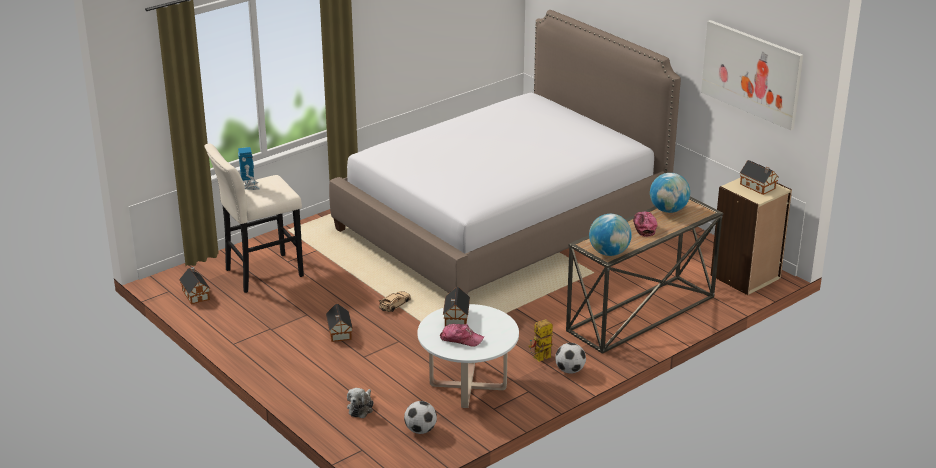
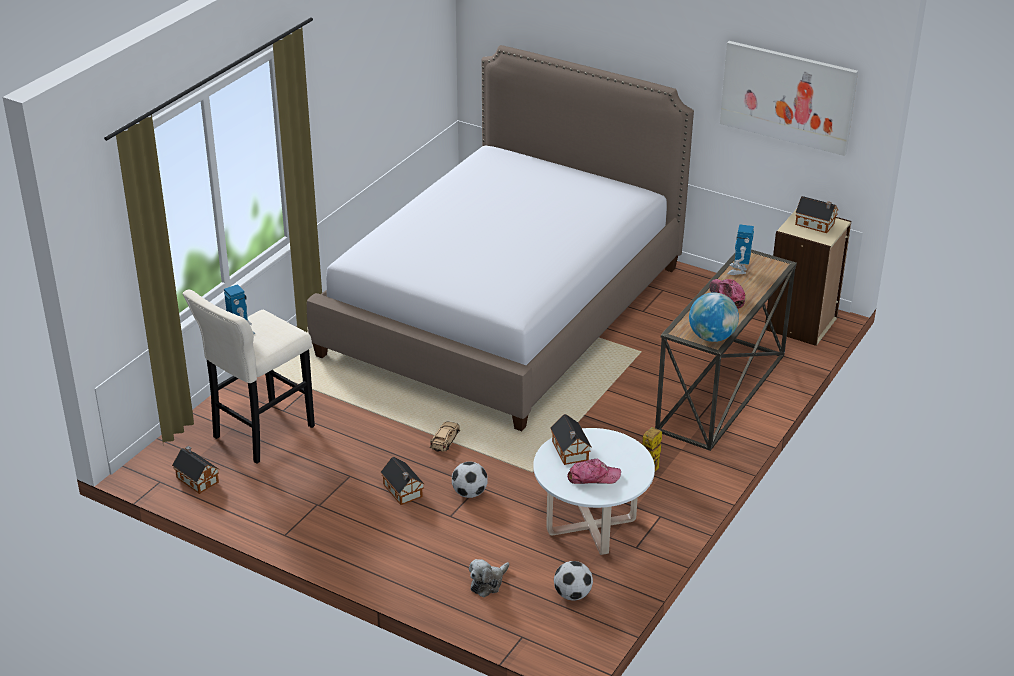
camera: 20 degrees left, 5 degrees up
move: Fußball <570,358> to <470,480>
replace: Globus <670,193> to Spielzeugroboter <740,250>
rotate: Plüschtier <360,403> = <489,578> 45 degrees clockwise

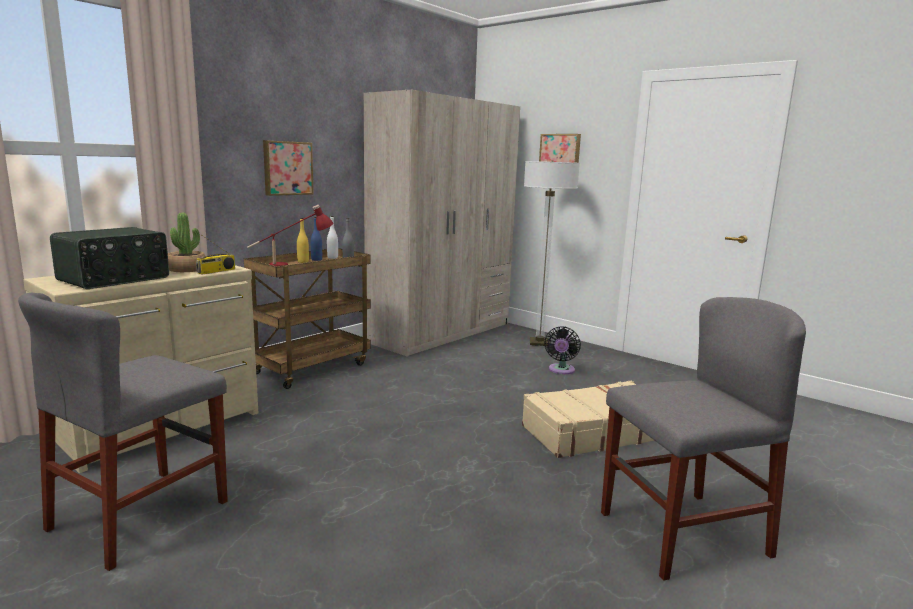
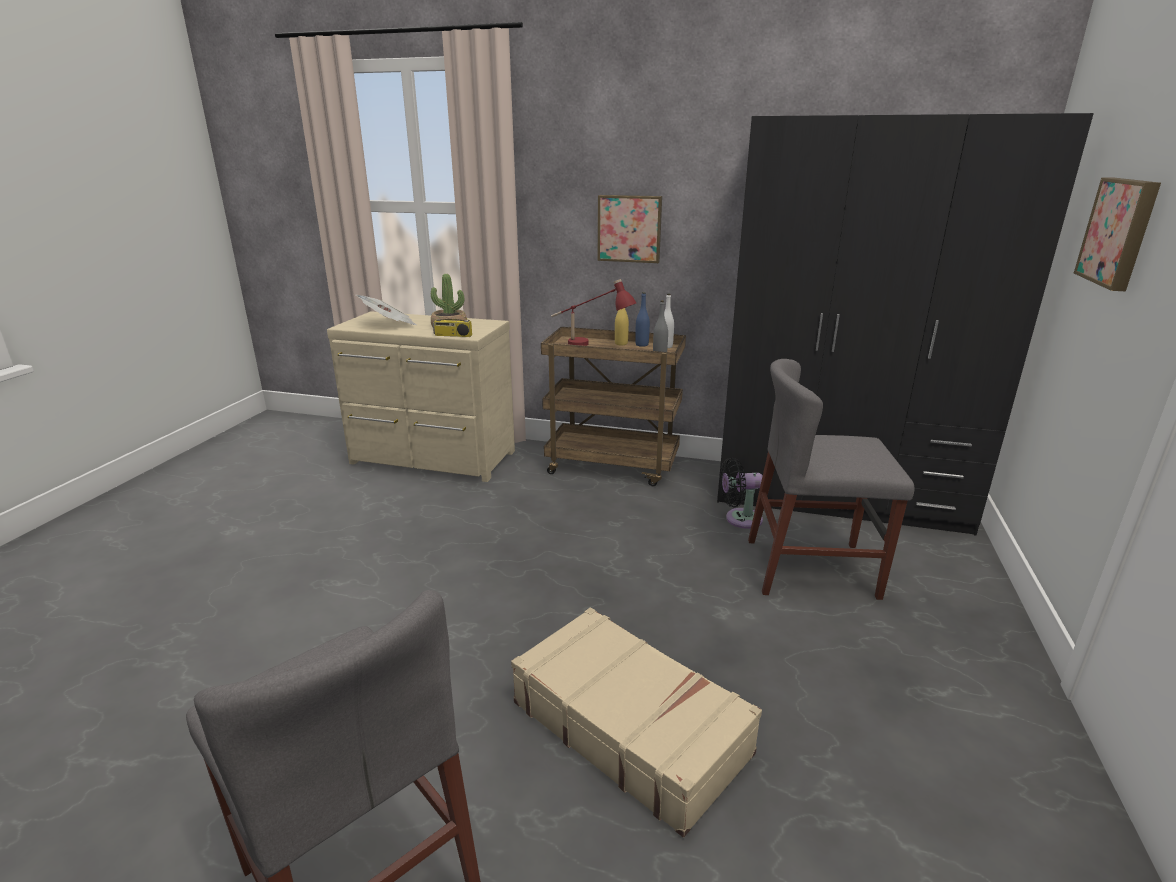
camera: 65 degrees right, 10 degrees up
delete: Stehlampe <552,253>
move: Stuhl [grau] <123,432> to <831,479>; Ventilator [schwarz] <562,350> to <741,493>
replace: Radio <109,258> to Zeitung <386,310>
recolor: Kleiderschrank [beige] <442,223> to Kleiderschrank [schwarz] <905,324>

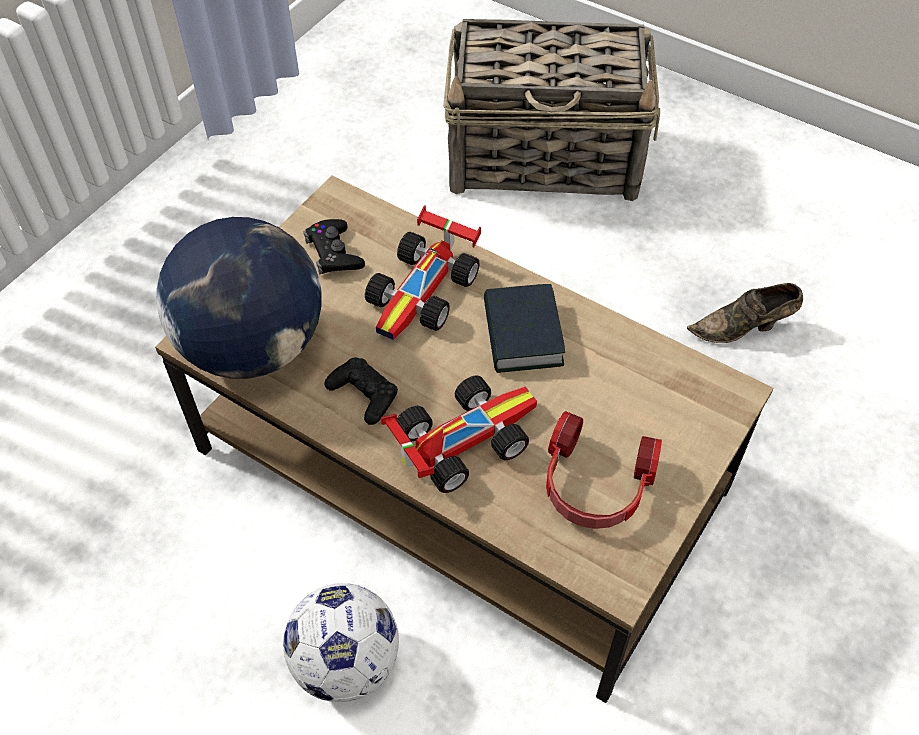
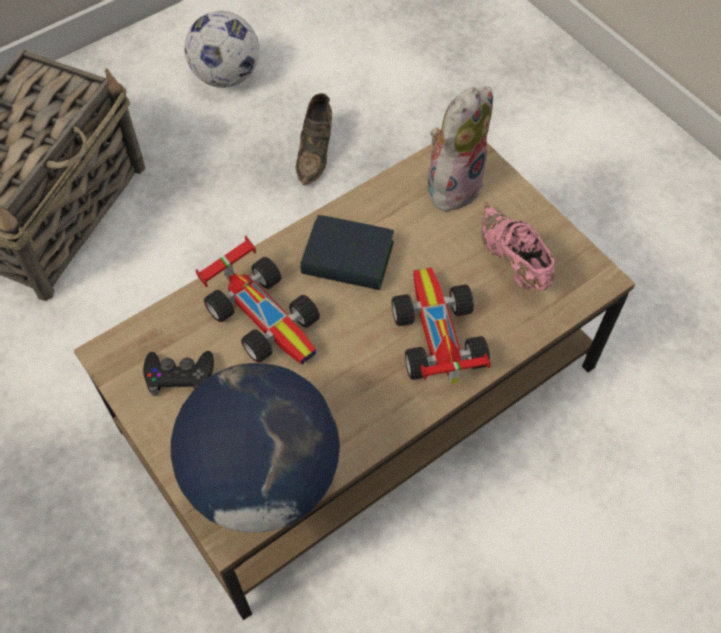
camera: 70 degrees left, 5 degrees up
delete: Gamepad [schwarz] <361,391>
insert: Plüschtier <458,149>
move: Fußball <341,642> to <222,49>
replace: Kopfhörer <604,470> to Schuh [rosa] <518,246>

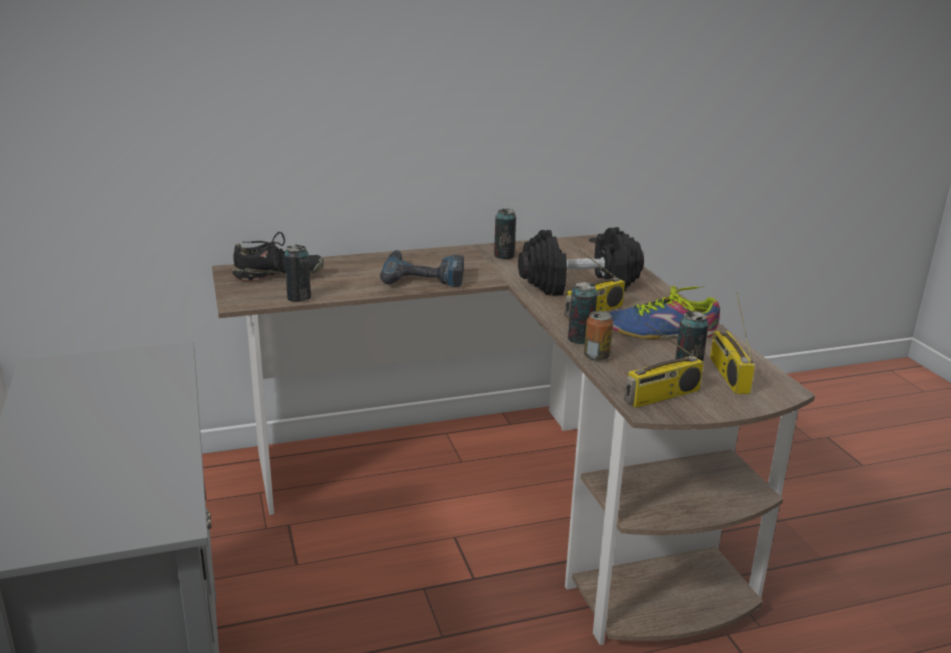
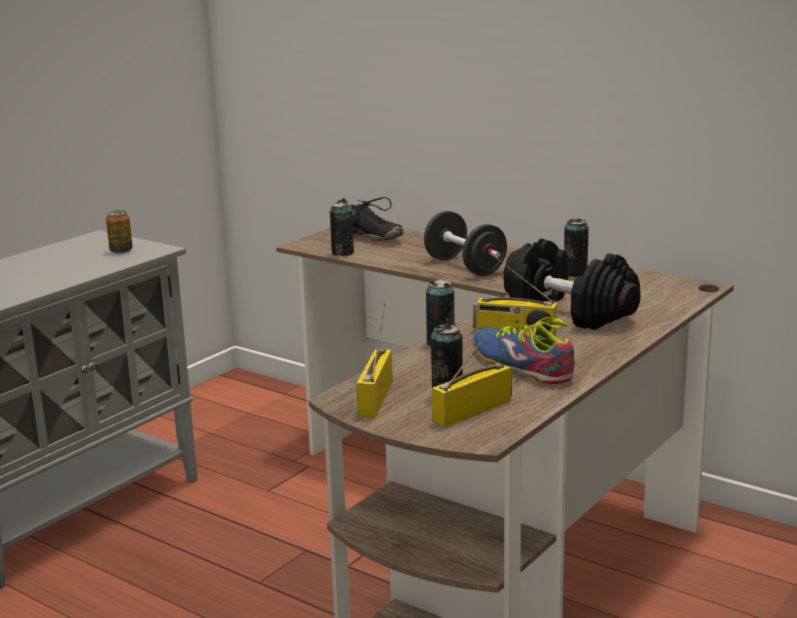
camera: 55 degrees right, 5 degrees down
move: Dose <598,336> to <119,232>
replace: Bohrmaschine <422,268> to Hantel [schwarz] <465,243>
rotate: Radio <664,365> = <375,361> 75 degrees clockwise

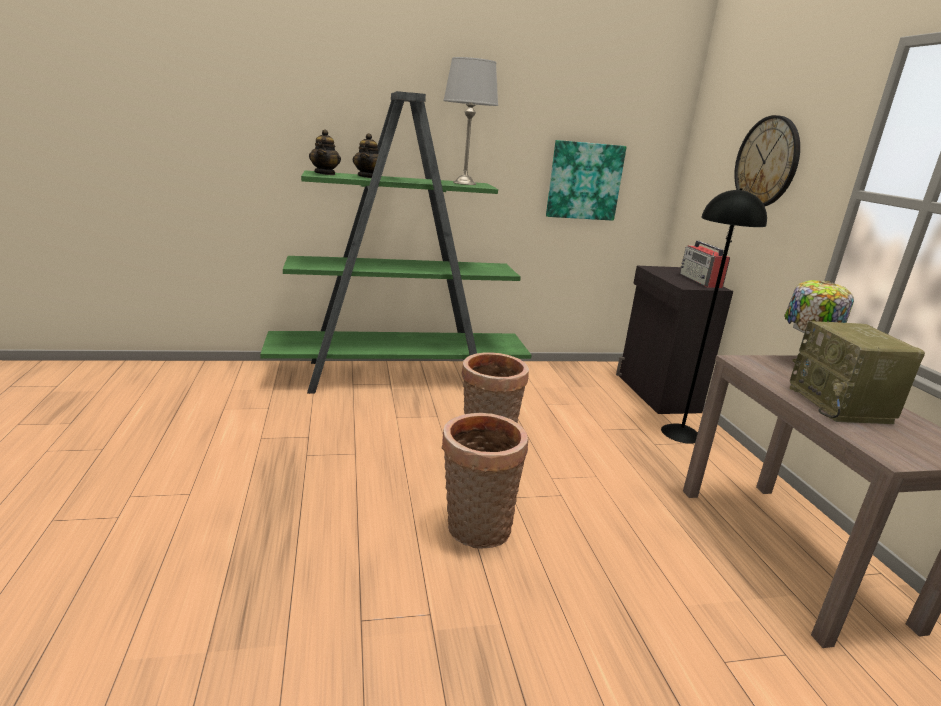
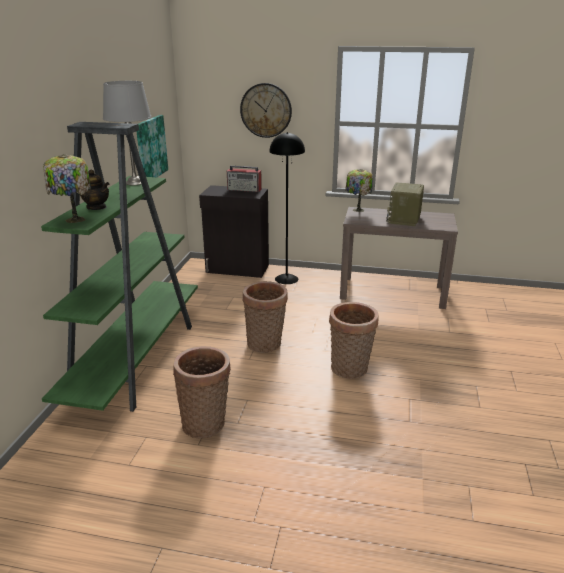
camera: 65 degrees left, 5 degrees up
insert: Korb <202,392>
replace: Teekanne <325,152> to Tischlampe <67,188>
rotate: Radio <857,372> = <405,204> 90 degrees clockwise

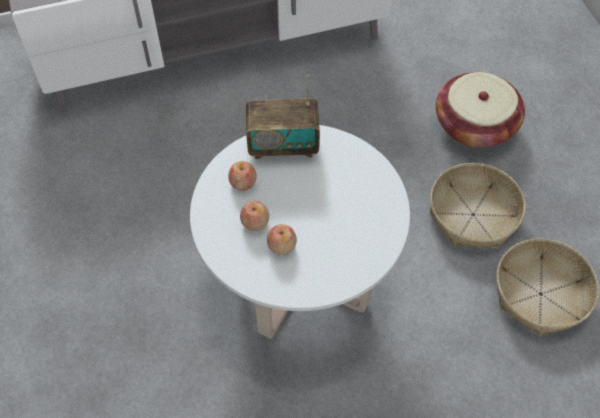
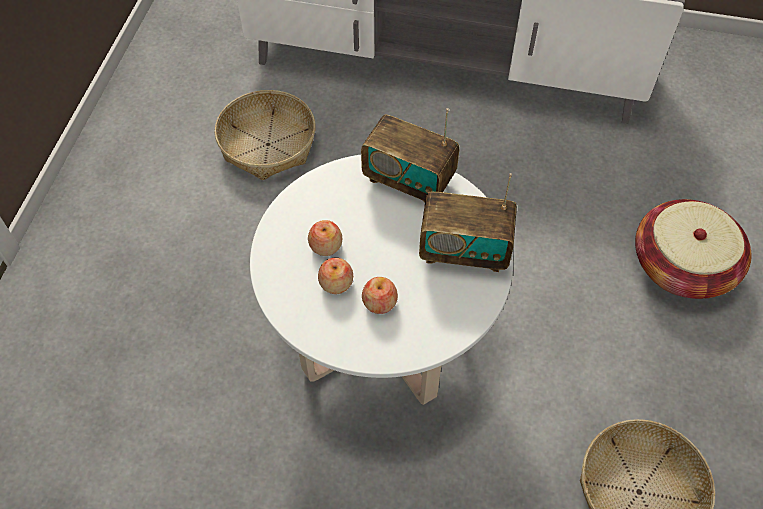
camera: 30 degrees right, 0 degrees up
insert: Radio <468,222>
move: Apfel <242,176> to <380,295>; Korb <477,205> to <265,135>

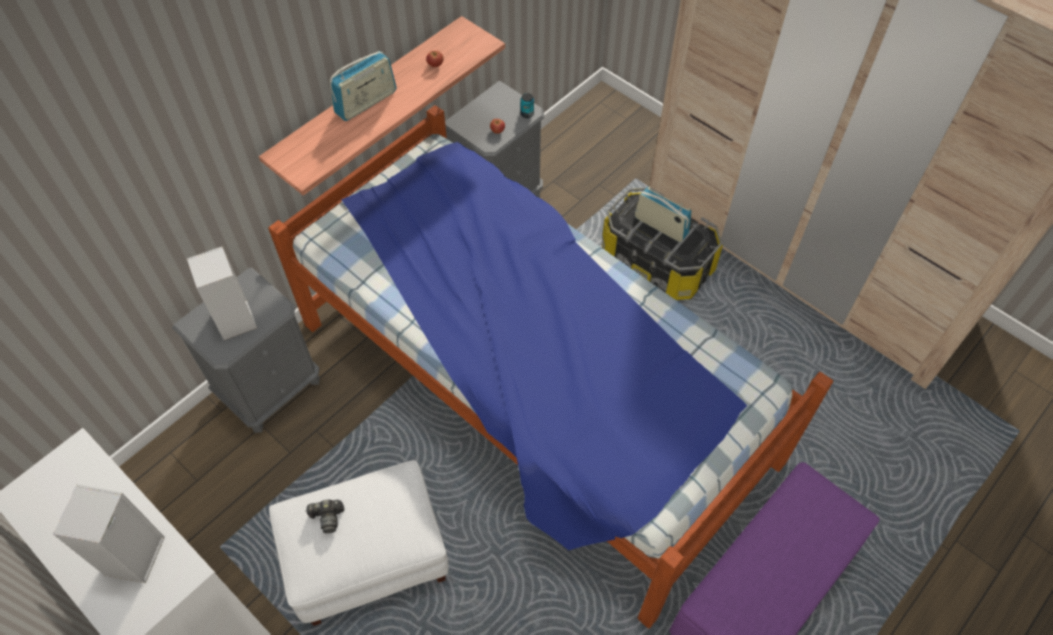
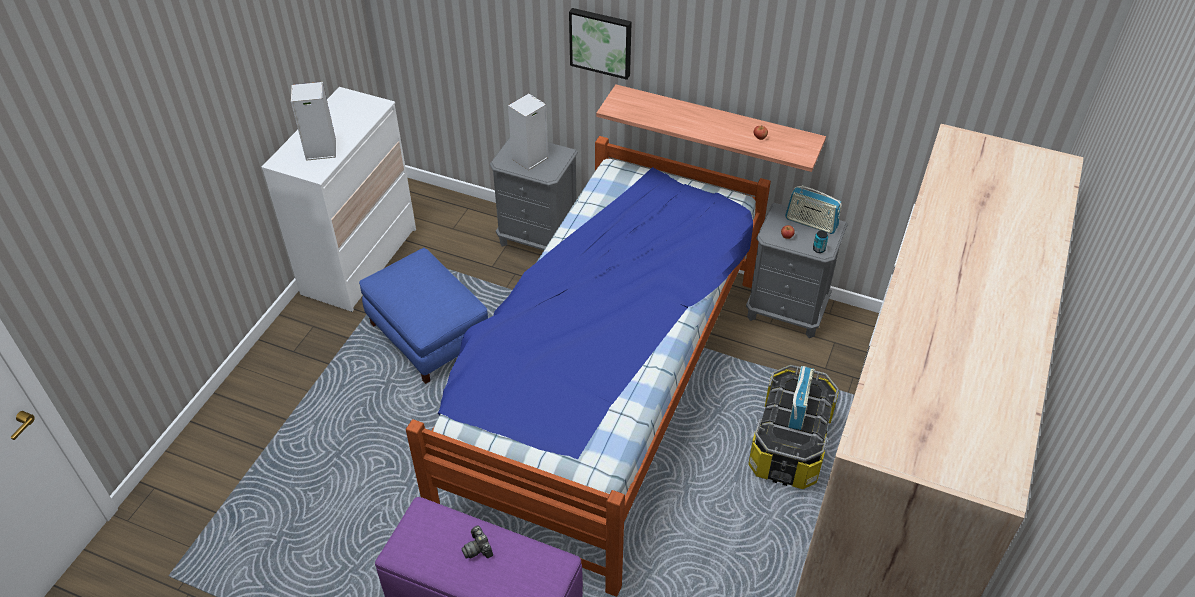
camera: 70 degrees right, 10 degrees down
insert: Bild <600,44>
move: Kamera <325,516> to <477,542>; Radio <363,86> to <813,209>
recolor: Polsterhocker [weiß] <359,543> to Polsterhocker [blau] <423,316>

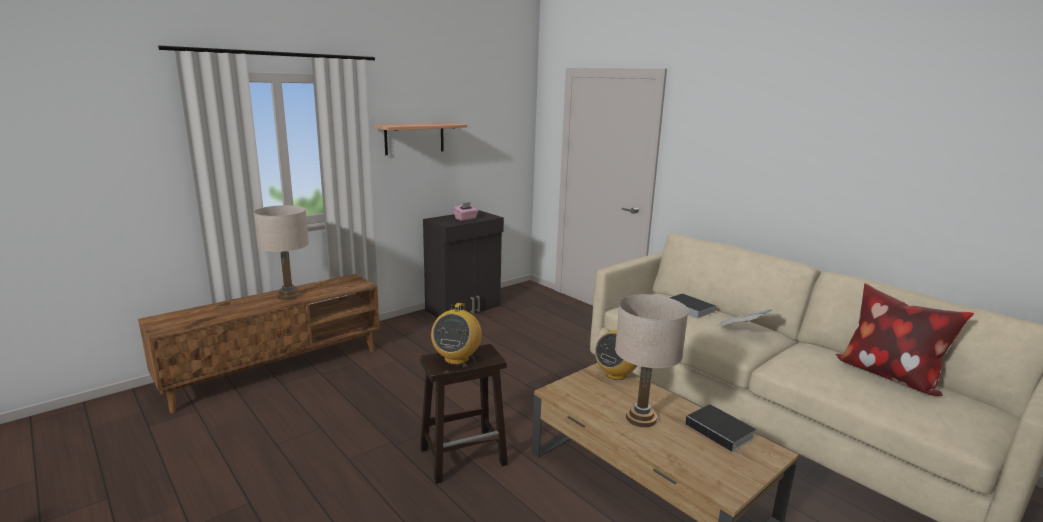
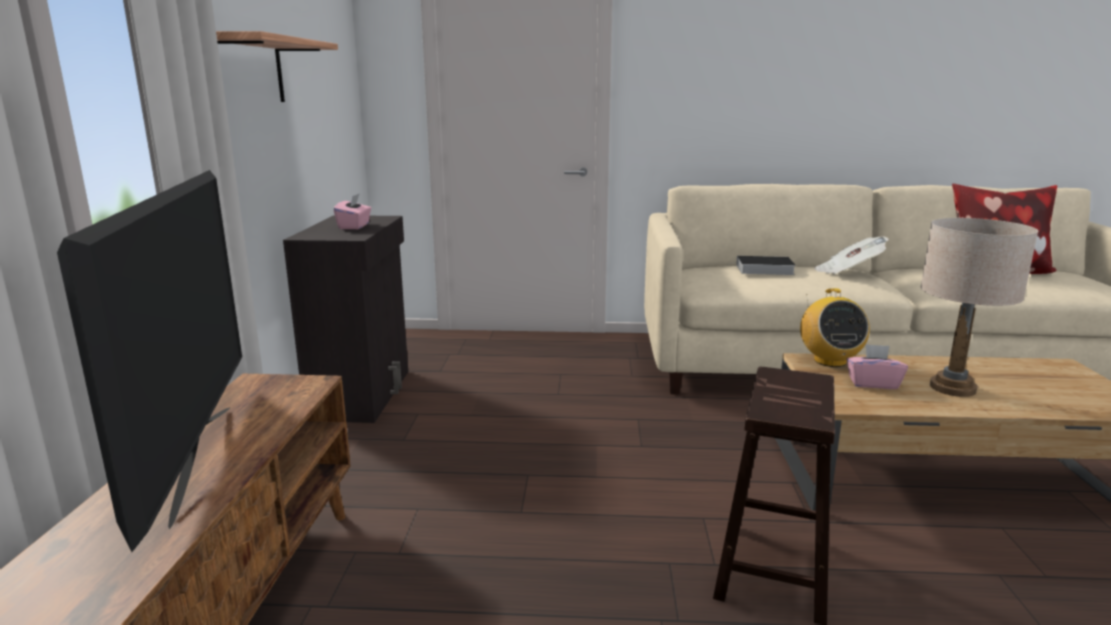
camera: 45 degrees left, 0 degrees up
delete: Radio <456,334>; Buch <720,430>
insert: Taschentuchbox [rosa] <877,366>
replace: Tischlampe [beige] <281,252> to Fernseher <149,361>

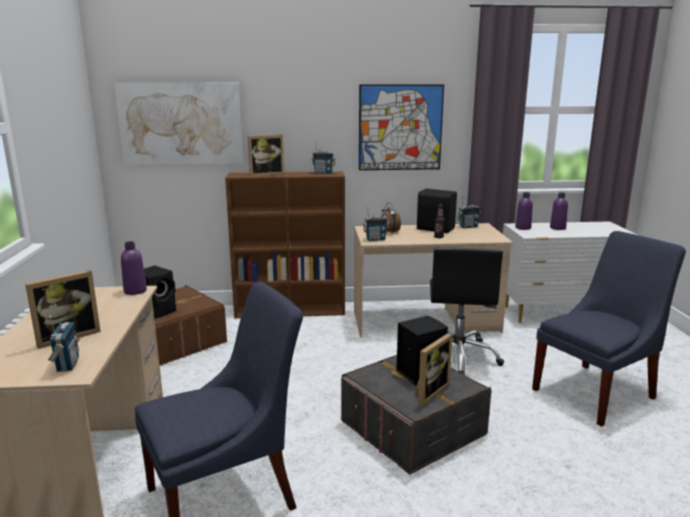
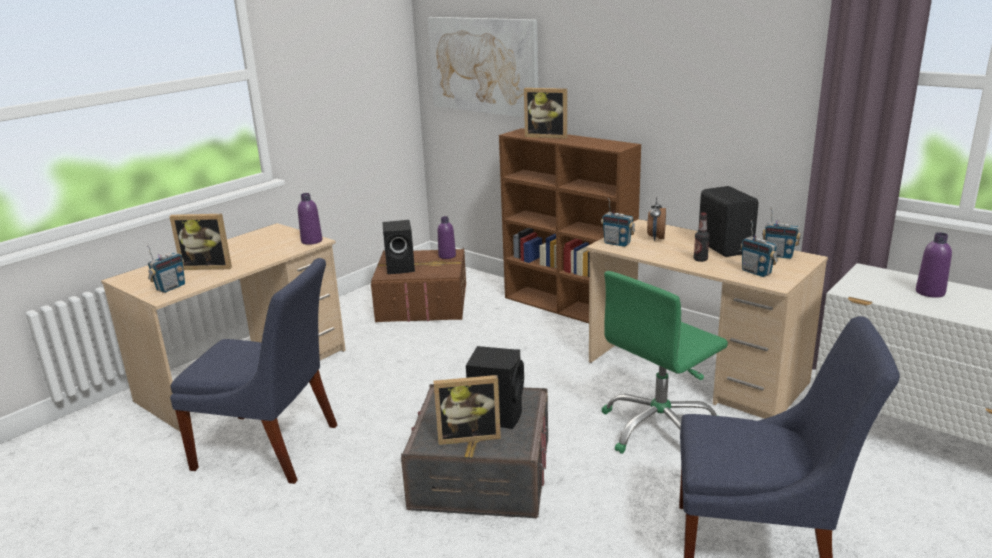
camera: 45 degrees right, 5 degrees up
delete: Bild <401,127>
move: Radio <323,157> to <759,248>; Flasche [lila] <524,211> to <447,237>
recolor: Bürostuhl [schwarz] <467,311> to Bürostuhl [grün] <664,362>

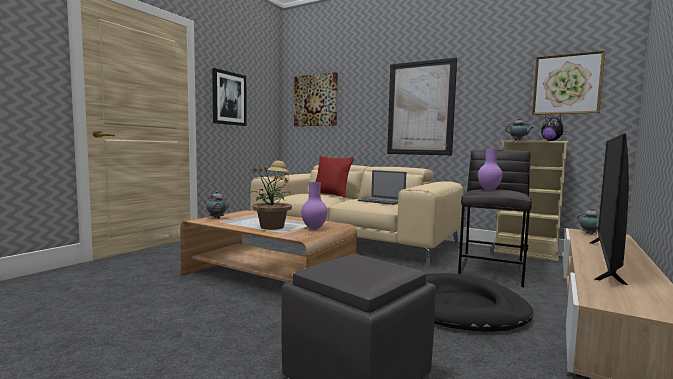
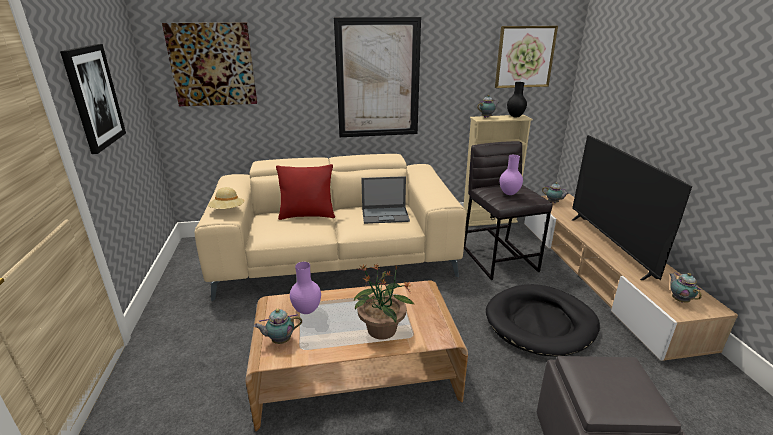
camera: 40 degrees left, 20 degrees up
insert: Teekanne <686,287>
move: Vase [lila] <314,205> to <305,288>
replace: Plüschtier <554,128> to Vase [schwarz] <517,100>

